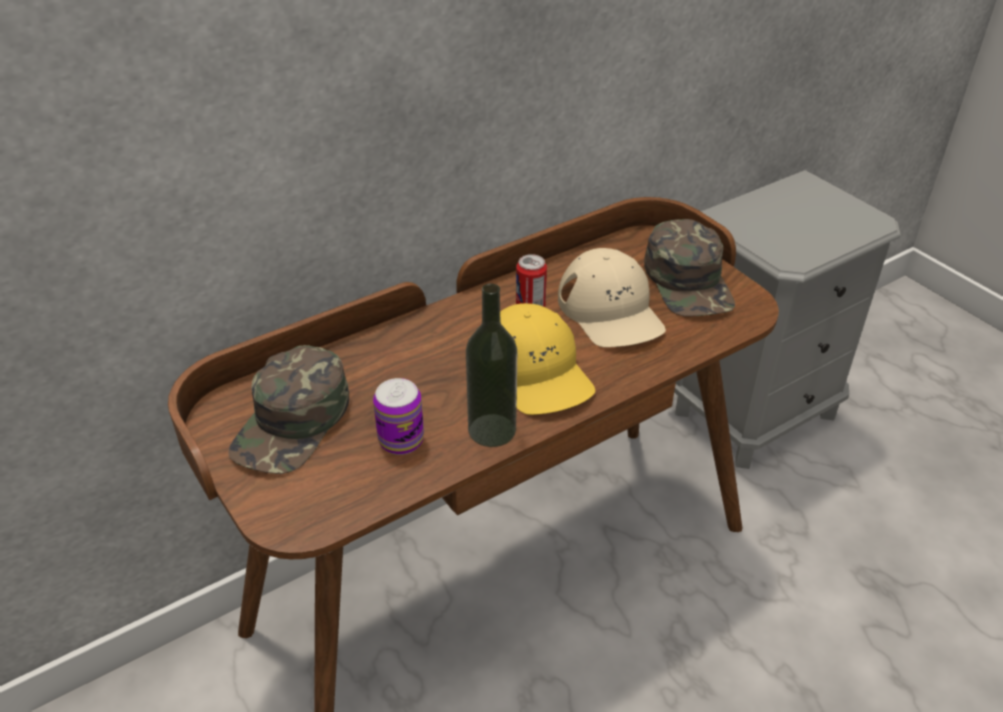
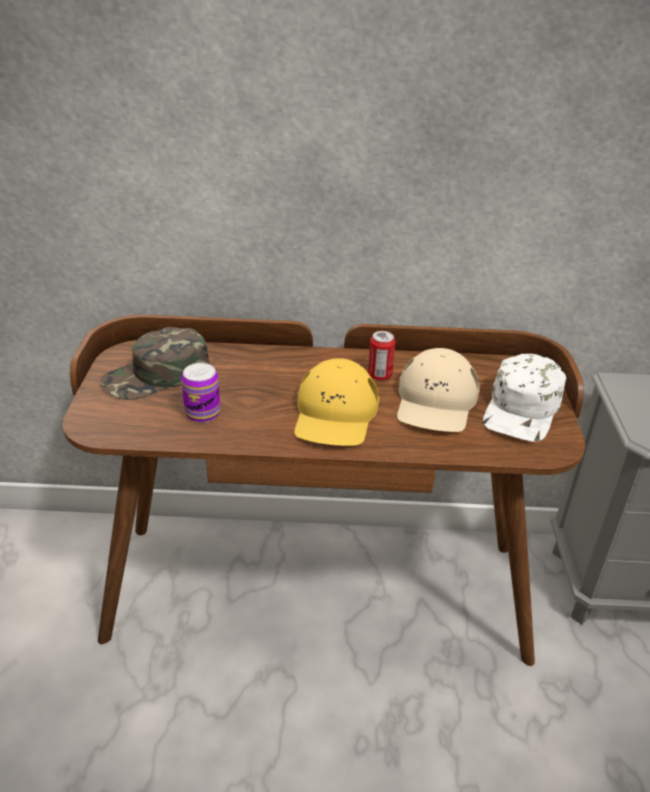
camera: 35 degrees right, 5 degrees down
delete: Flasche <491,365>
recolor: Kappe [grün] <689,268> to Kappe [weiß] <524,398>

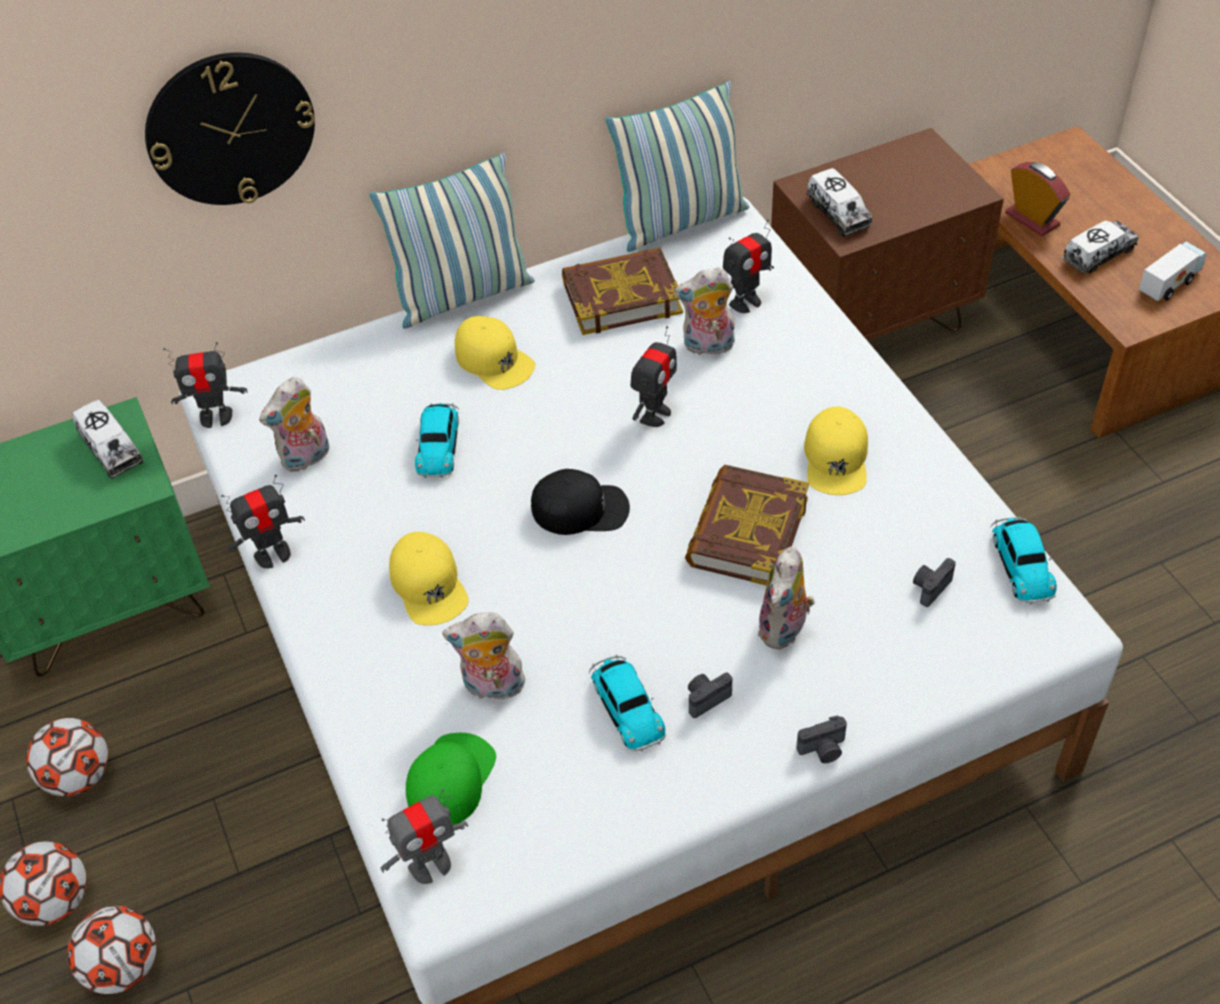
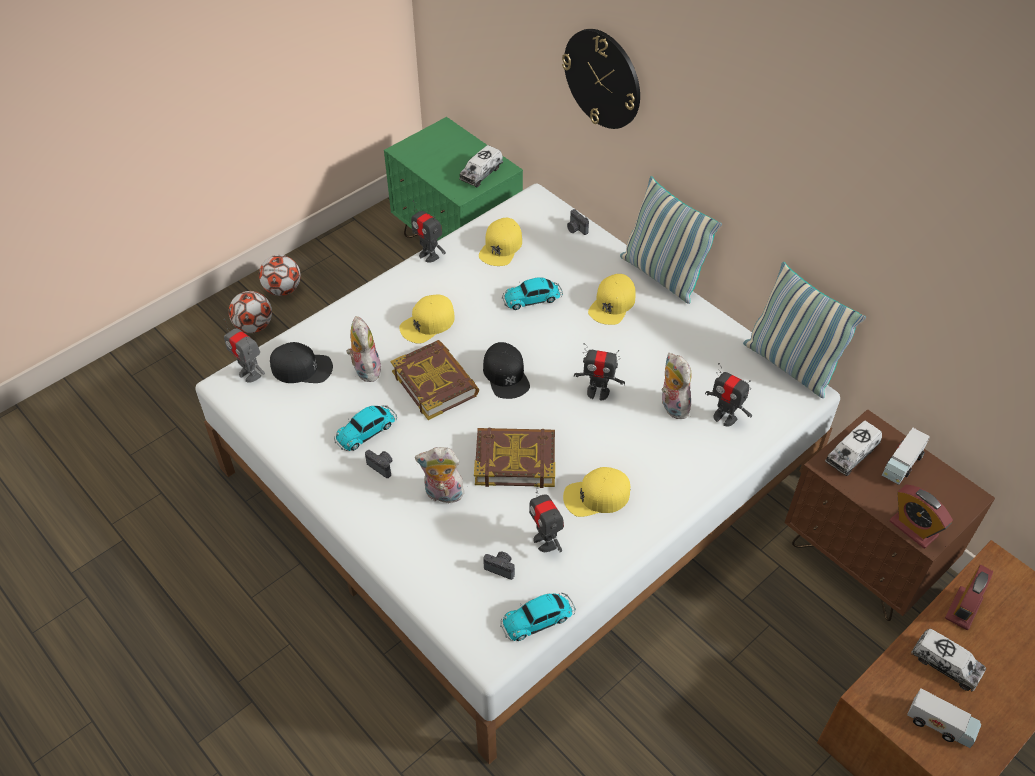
camera: 70 degrees right, 0 degrees up
delete: Fußball <67,757>
insert: Spielzeuglaster <906,456>; Wecker <921,516>
move: Spielzeugroboter <205,385> to <546,517>; Buch <622,291> to <435,380>; Kamera <821,739> to <578,222>
replace: Plüschtier <294,424> to Kappe [gelb] <500,242>
recolor: Kappe [grün] <451,779> to Kappe [schwarz] <301,362>

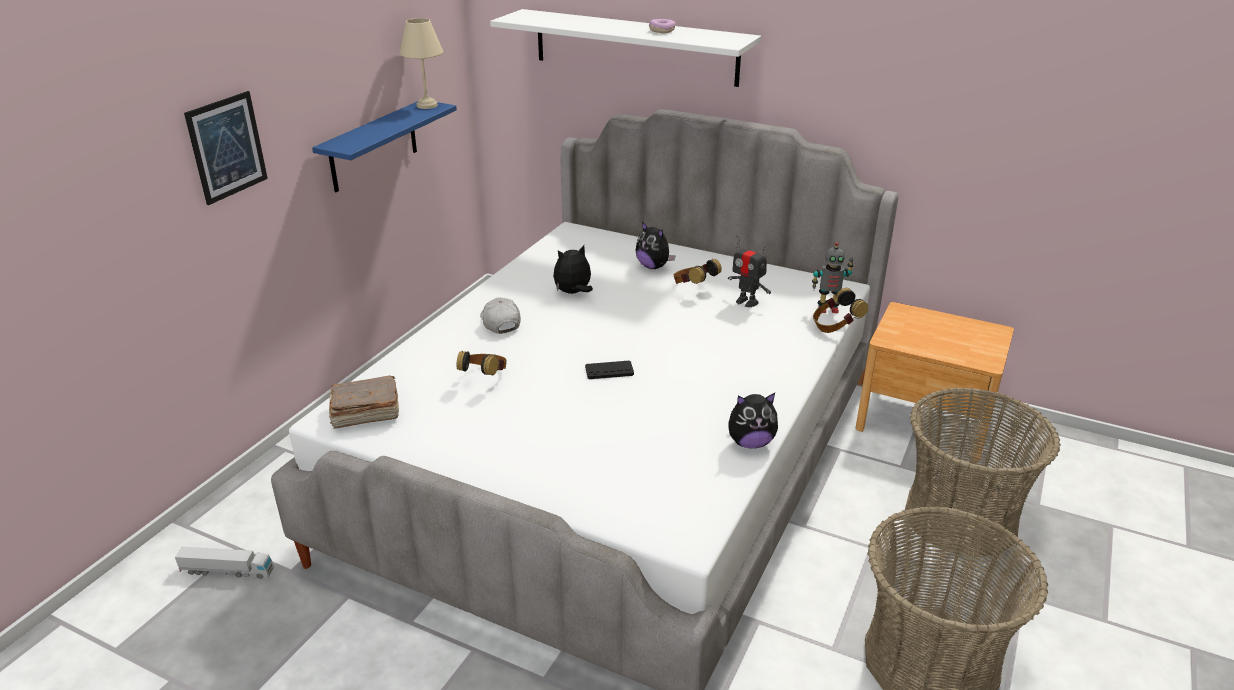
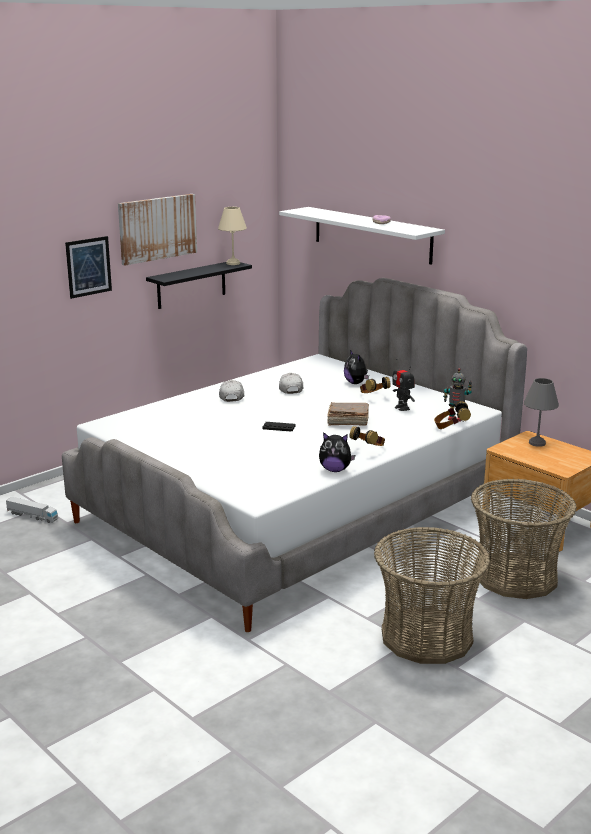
camera: 20 degrees right, 10 degrees down
insert: Bild <157,229>; Tischlampe [grau] <541,412>
move: Buch [braun] <364,402> to <348,414>; Kopfhörer <481,363> to <367,436>
replace: Plüschtier <573,269> to Kappe [weiß] <291,383>
recolor: Wandregal [blau] <384,146> to Wandregal [schwarz] <199,285>

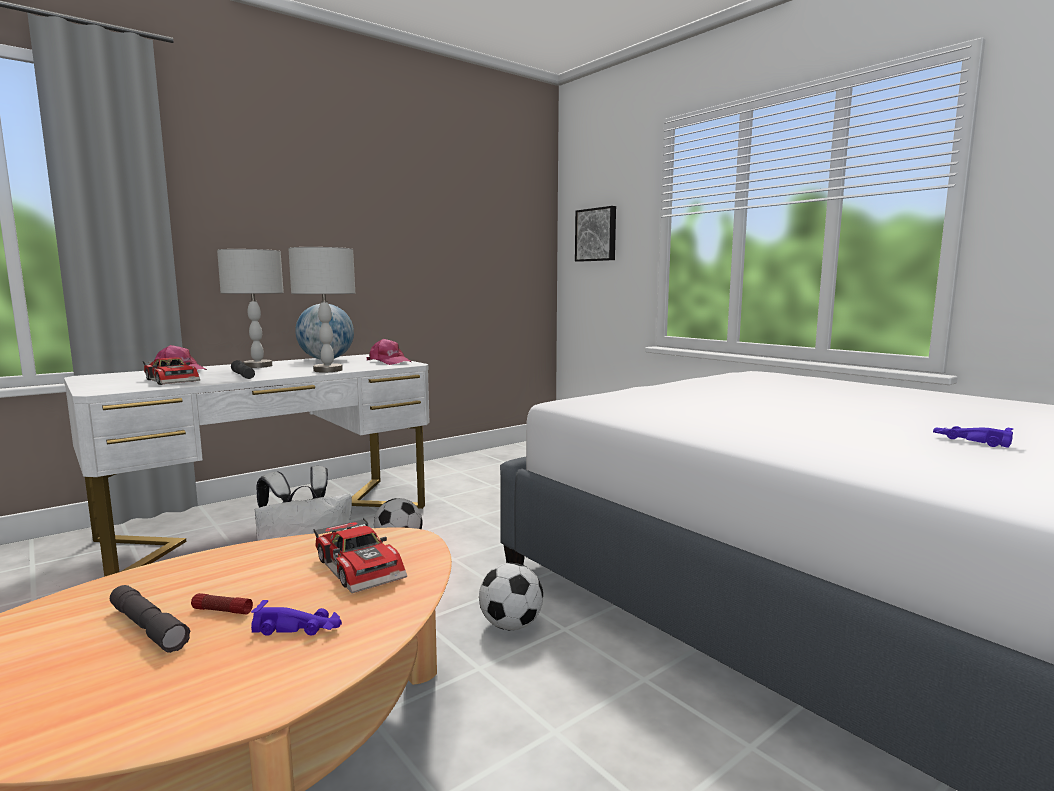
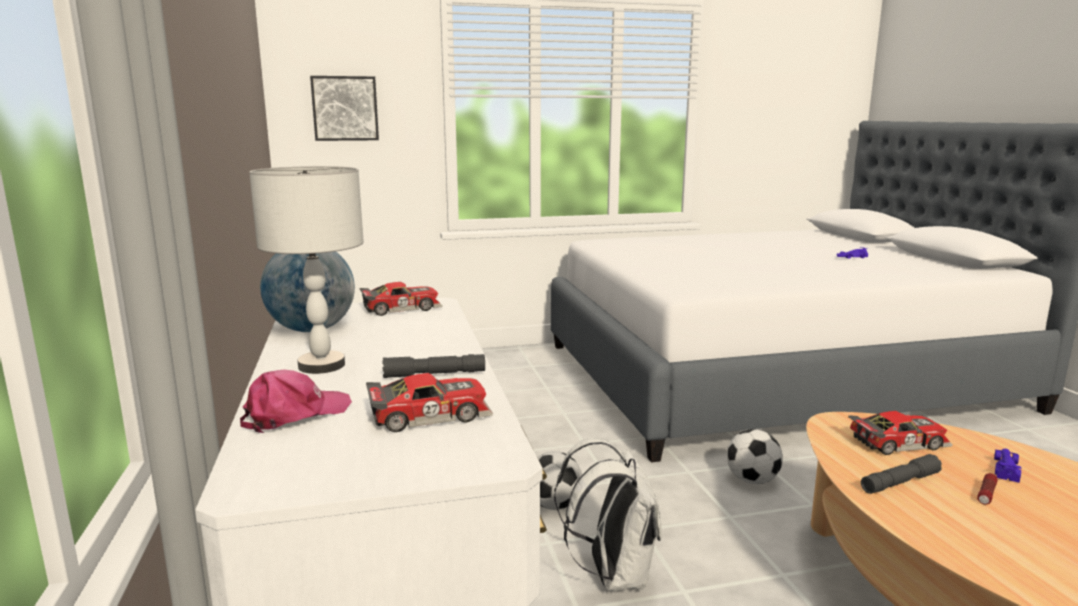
camera: 65 degrees left, 5 degrees up
delete: Tischlampe [grau] <321,309>
move: Taschenlampe [grau] <150,619> to <901,474>
replace: Kappe [rosa] <388,352> to Spielzeugauto <401,299>

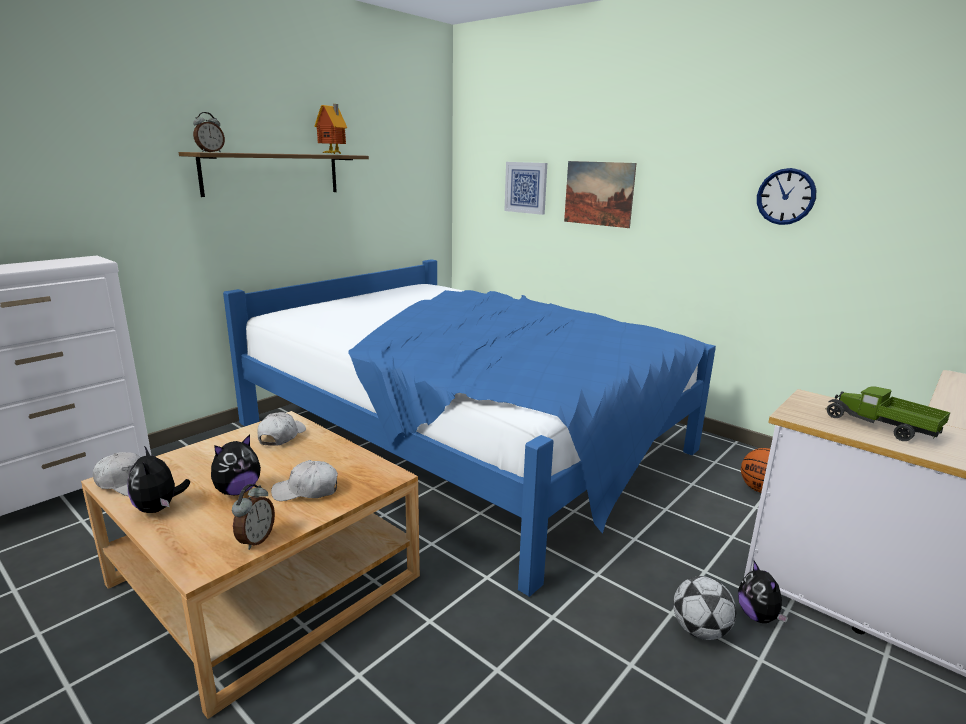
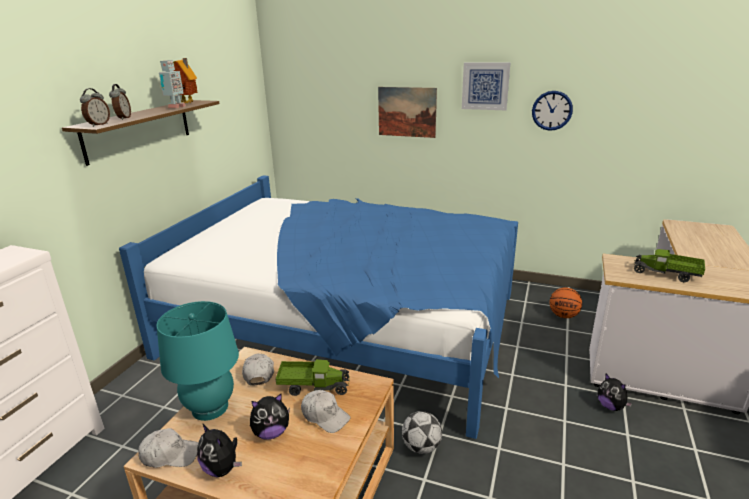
camera: 20 degrees left, 5 degrees up
insert: Tischlampe [türkis] <198,361>; Spielzeugroboter <172,84>; Spielzeuglaster <312,377>
move: Wecker <253,517> to <120,102>; Bild <525,188> to <486,86>; Fußball <704,608> to <422,432>
rotate: Plüschtier <236,464> = <270,417> 45 degrees clockwise; Kappe [weiß] <304,480> = <326,411> 120 degrees counterclockwise

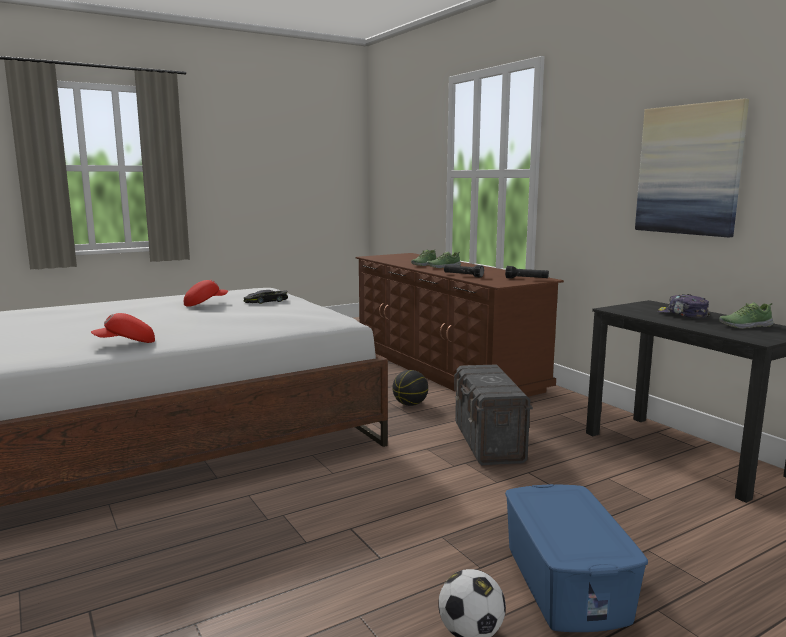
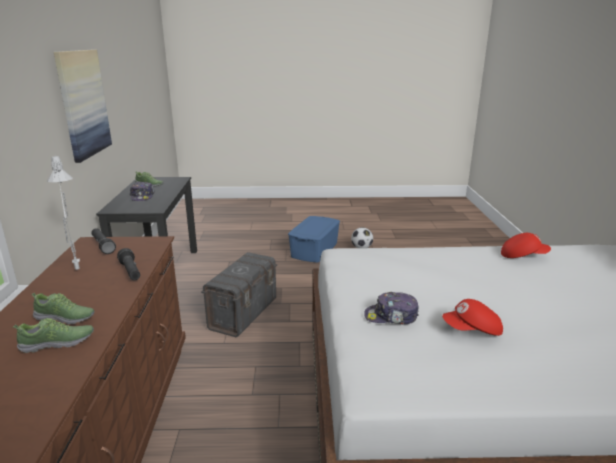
camera: 150 degrees left, 10 degrees up
delete: Basketball <410,388>
insert: Tischlampe [grau] <63,213>
replace: Spielzeugauto [schwarz] <266,297> to Kappe <391,308>

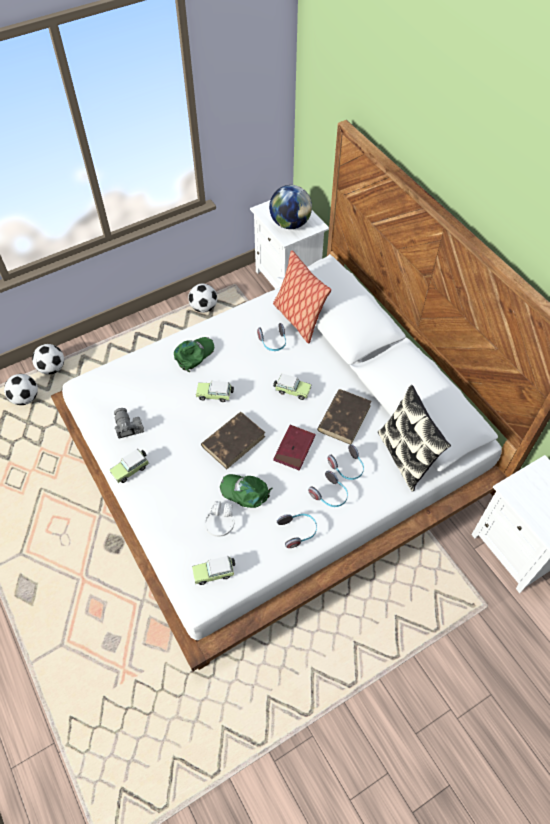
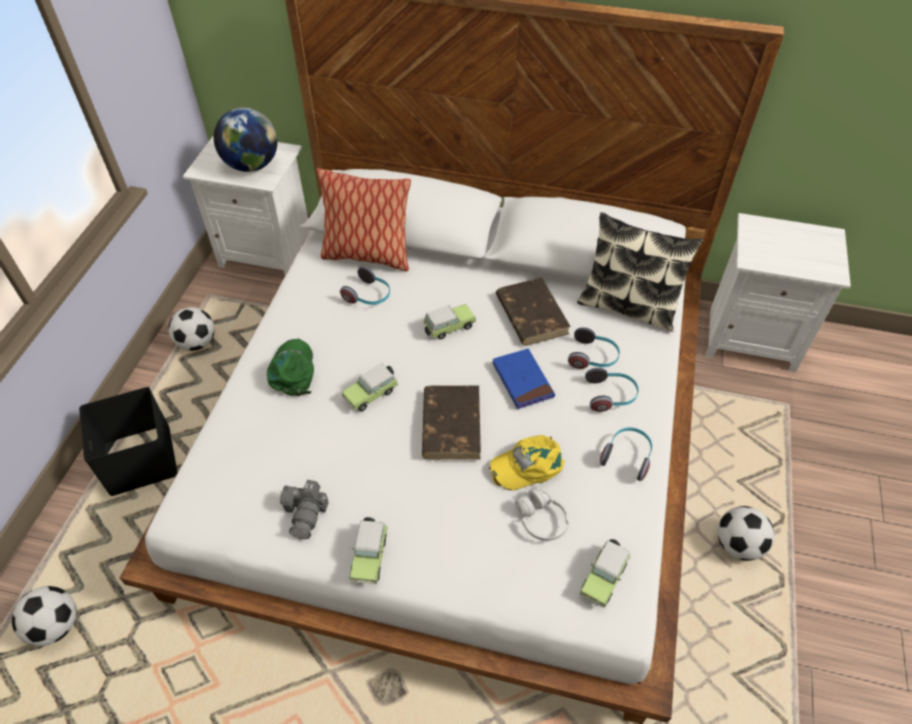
camera: 45 degrees left, 5 degrees down
insert: Aufbewahrungsbox [schwarz] <128,441>
move: Fußball <48,359> to <746,533>
recolor: Kappe [grün] <246,491> to Kappe [gelb] <527,462>; Buch [rot] <294,448> to Buch [blau] <523,379>
rotate: Kamera <129,423> = <304,509> 105 degrees counterclockwise

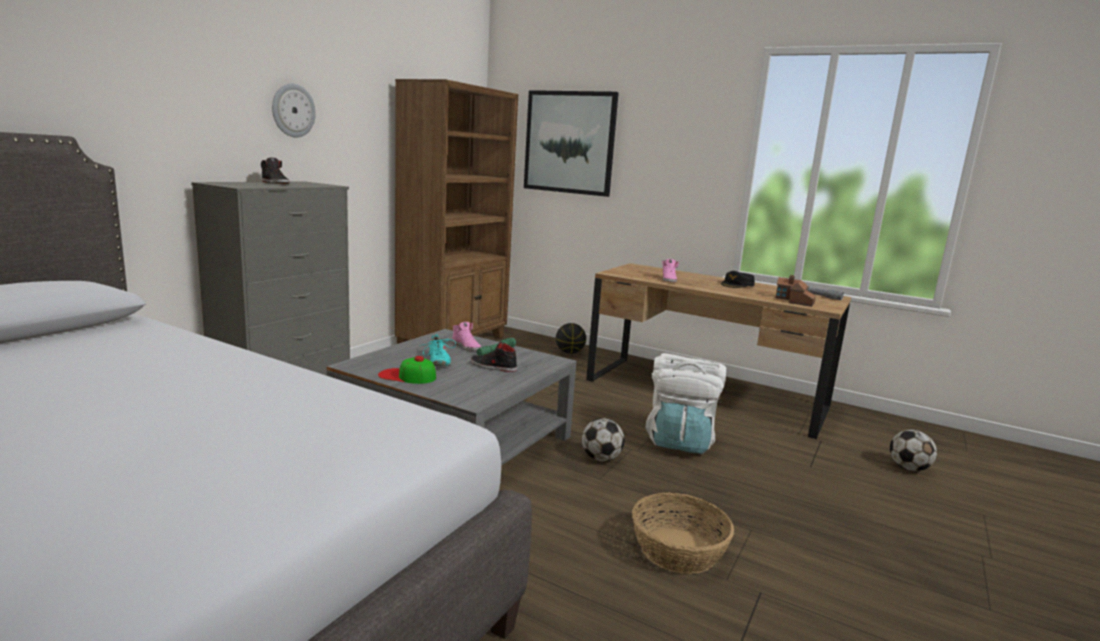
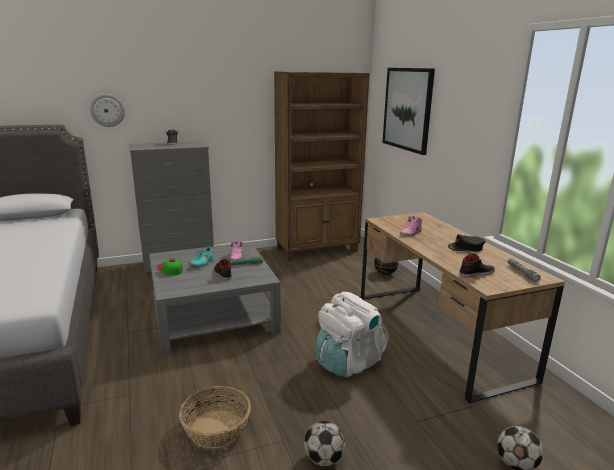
camera: 40 degrees right, 5 degrees up
move: Wanduhr <294,110> to <107,110>; Fußball <603,440> to <325,444>
replace: Spielzeughaus <796,291> to Schuh [schwarz] <477,265>

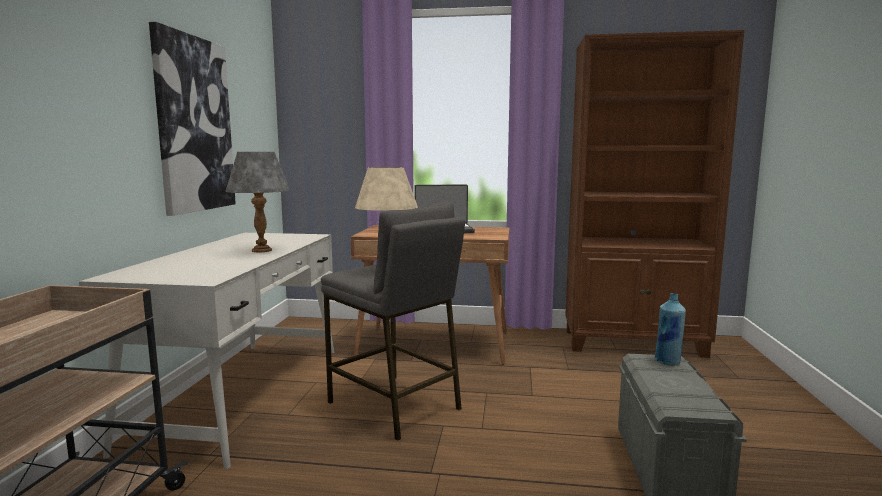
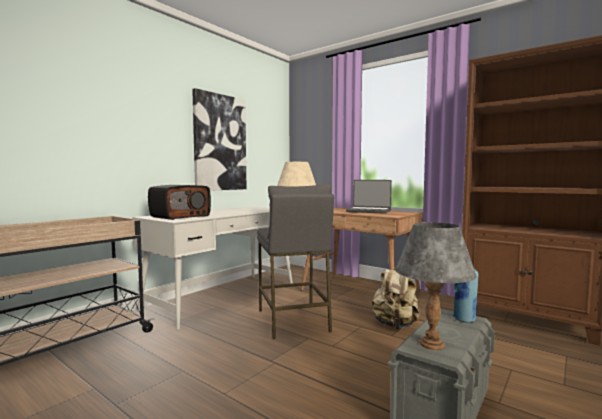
camera: 30 degrees right, 5 degrees down
insert: Radio <179,202>; Rucksack [beige] <396,298>
move: Tischlampe [grau] <257,202> to <436,286>

